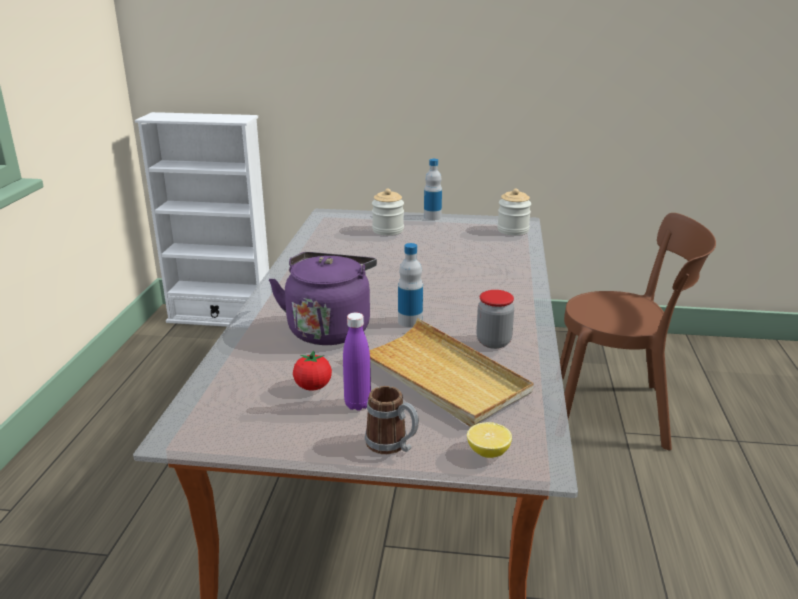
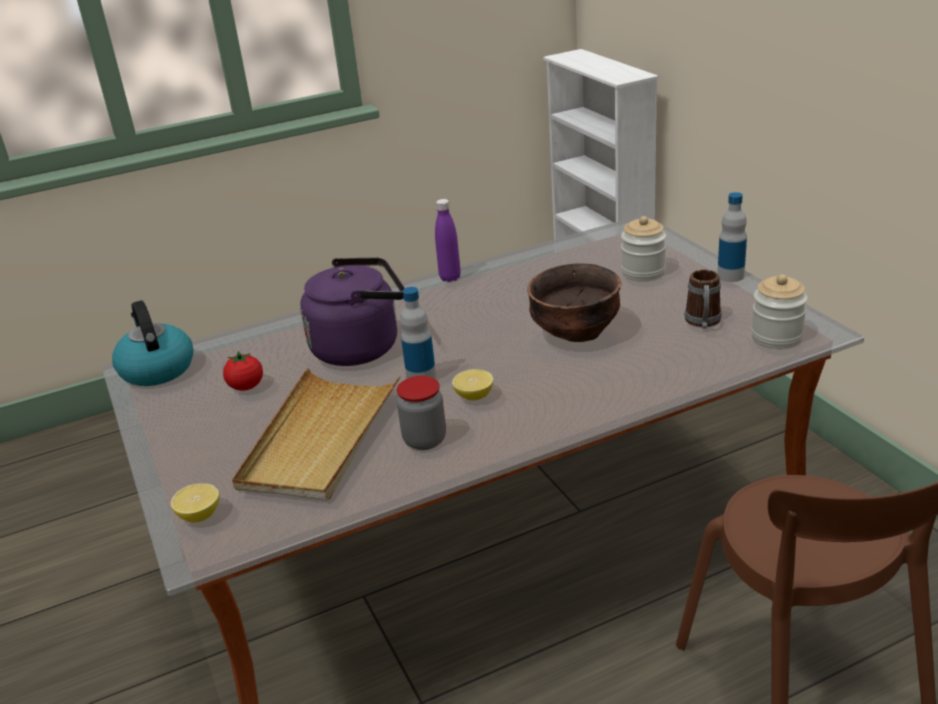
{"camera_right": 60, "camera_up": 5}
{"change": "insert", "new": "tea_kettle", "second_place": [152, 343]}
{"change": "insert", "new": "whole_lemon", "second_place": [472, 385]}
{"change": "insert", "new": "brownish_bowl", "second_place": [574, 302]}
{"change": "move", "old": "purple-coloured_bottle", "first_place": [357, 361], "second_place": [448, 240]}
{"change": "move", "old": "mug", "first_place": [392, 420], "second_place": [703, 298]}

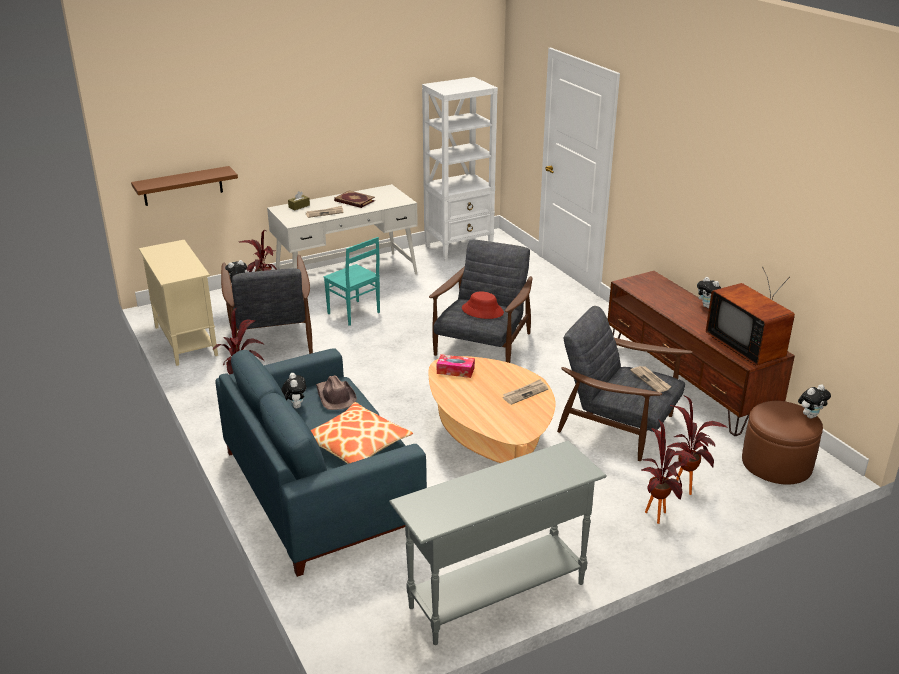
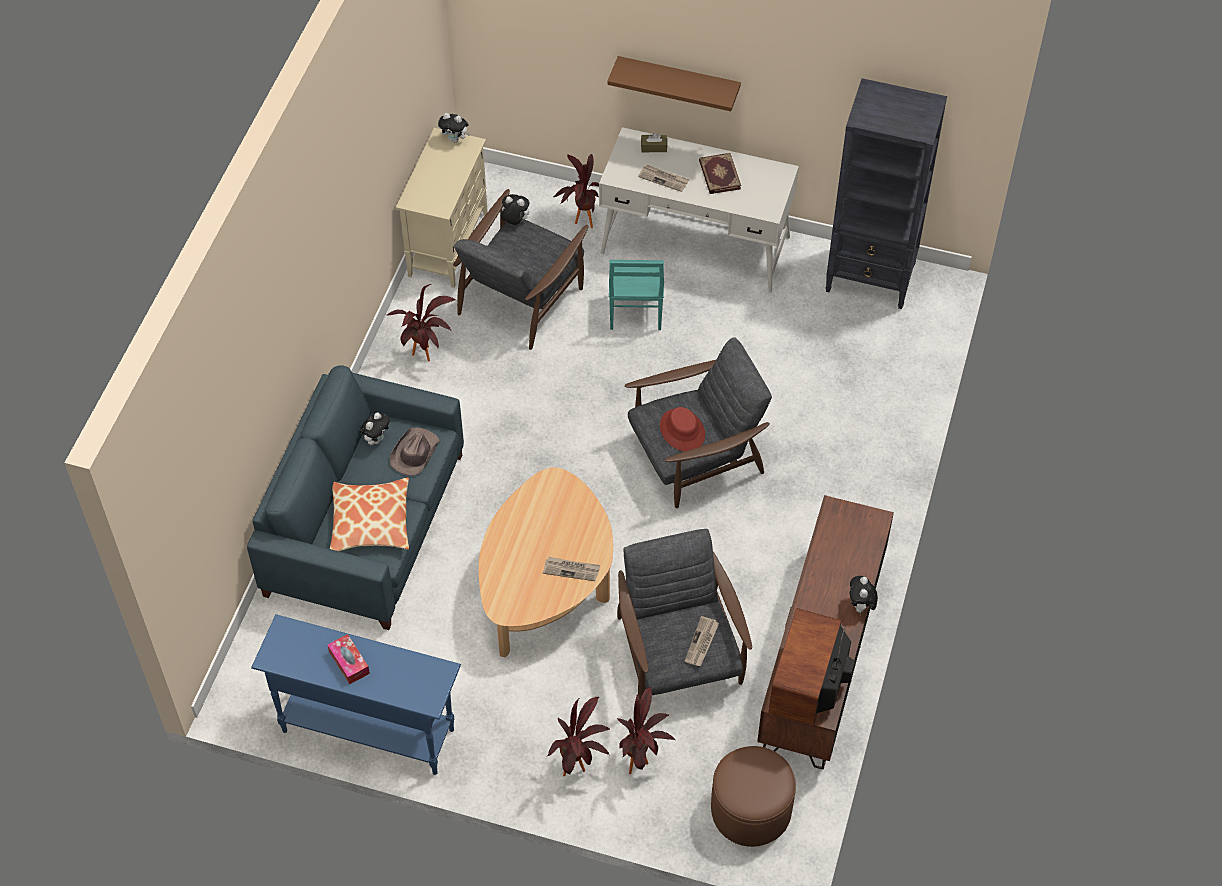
{"camera_right": 45, "camera_up": 25}
{"change": "move", "old": "brownish_shelf", "first_place": [184, 186], "second_place": [674, 83]}
{"change": "move", "old": "tissue_holder", "first_place": [456, 366], "second_place": [349, 659]}
{"change": "move", "old": "cuddly_toy", "first_place": [814, 401], "second_place": [454, 128]}
{"change": "recolor", "old": "grey_narrow_table", "new": "blue_narrow_table", "first_place": [498, 542], "second_place": [356, 694]}
{"change": "recolor", "old": "white-coloured_bookshelf", "new": "blackish_bookshelf", "first_place": [460, 169], "second_place": [886, 193]}

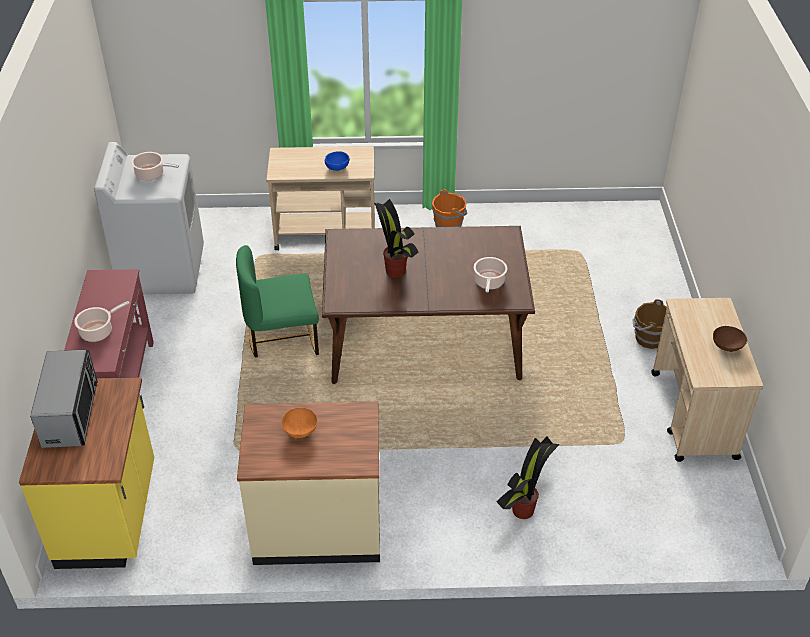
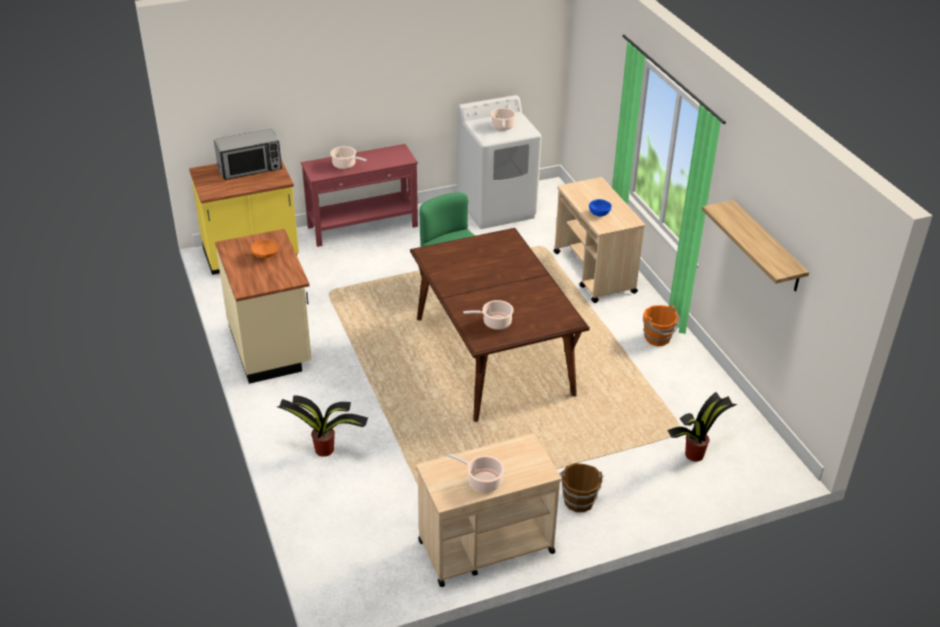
{"camera_right": 70, "camera_up": -5}
{"change": "insert", "new": "shelf", "second_place": [755, 246]}
{"change": "move", "old": "houseplant", "first_place": [396, 238], "second_place": [702, 427]}
{"change": "replace", "old": "brownish_bowl", "new": "cooking_pot", "first_place": [730, 339], "second_place": [476, 473]}

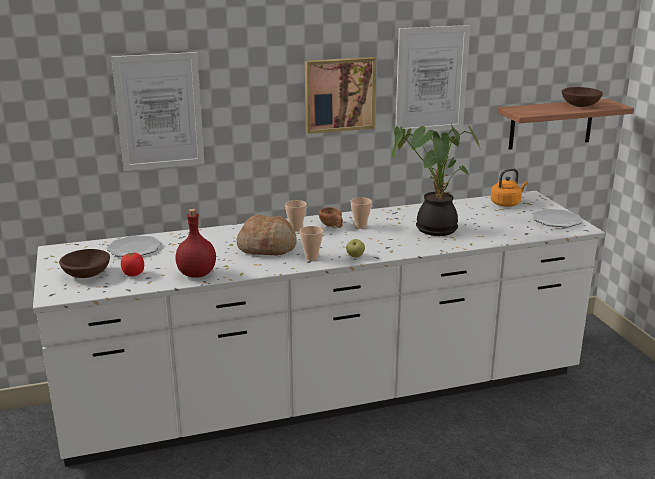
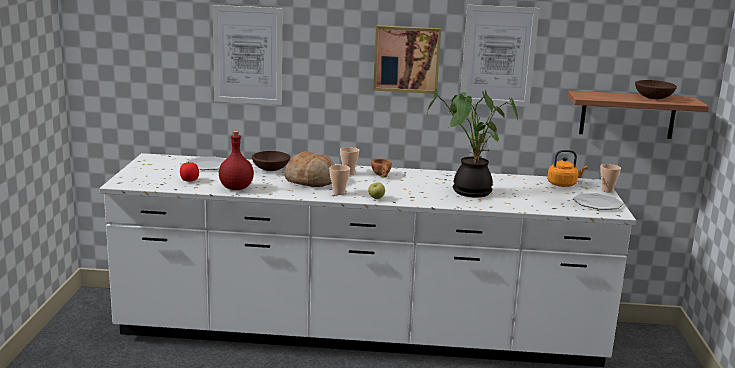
{"camera_right": 20, "camera_up": -5}
{"change": "move", "old": "brownish_bowl", "first_place": [84, 263], "second_place": [271, 161]}
{"change": "move", "old": "drinking_cup", "first_place": [361, 213], "second_place": [610, 178]}

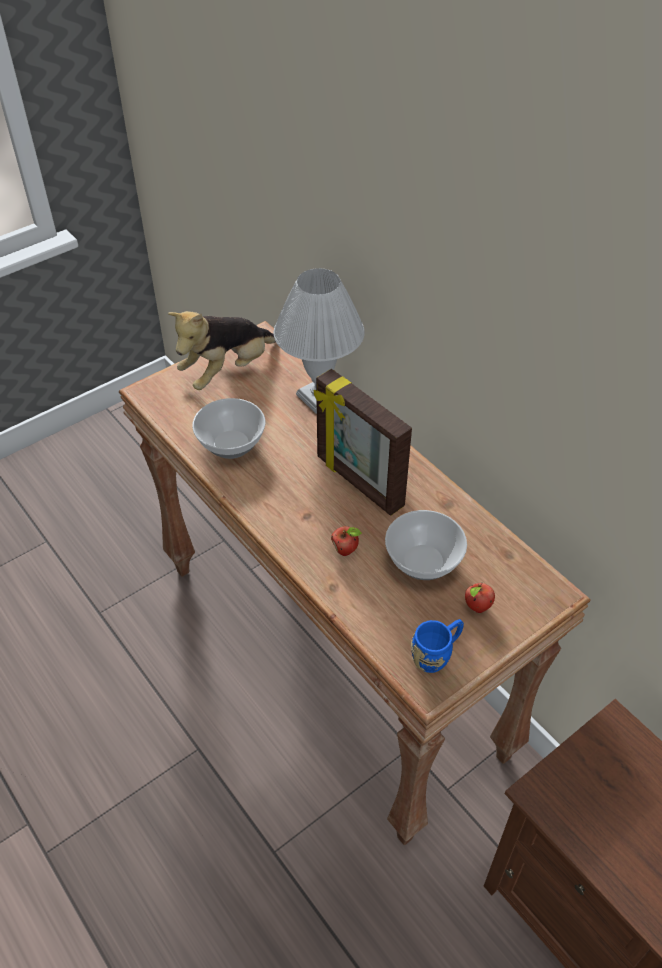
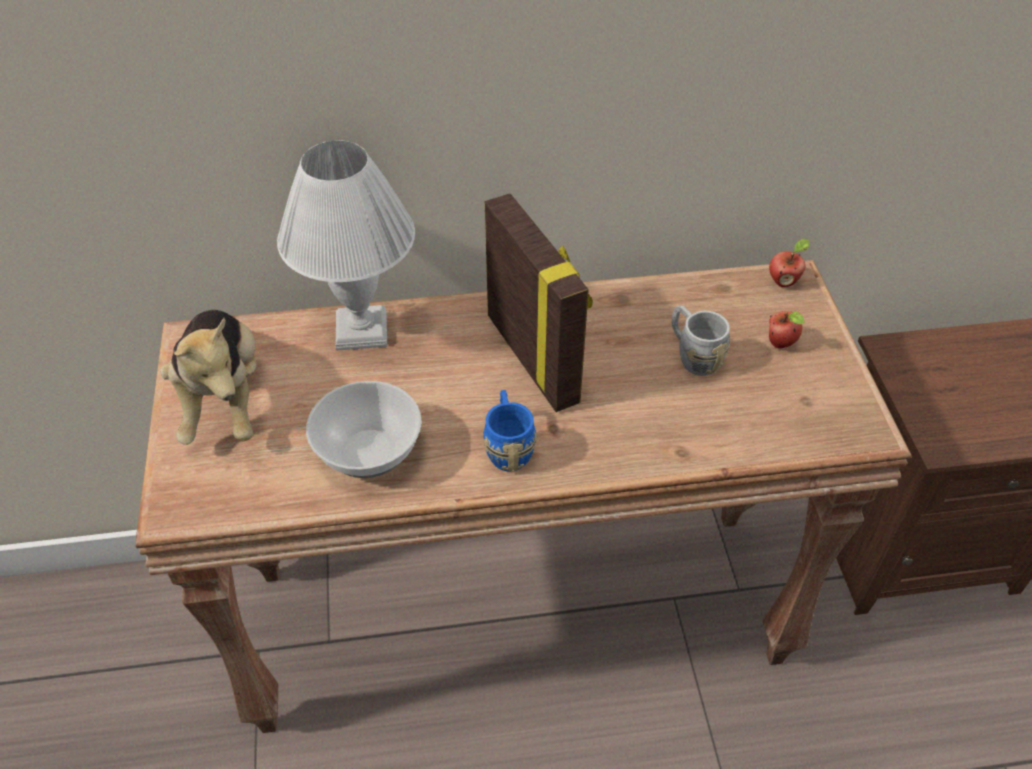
{"camera_right": -60, "camera_up": 0}
{"change": "move", "old": "apple_fruit", "first_place": [346, 541], "second_place": [789, 263]}
{"change": "move", "old": "blue_mug", "first_place": [437, 646], "second_place": [510, 430]}
{"change": "replace", "old": "bowl", "new": "grey_mug", "first_place": [426, 545], "second_place": [701, 340]}
{"change": "rotate", "old": "picture_frame", "first_place": [363, 442], "second_place": [539, 302], "degrees": -105}

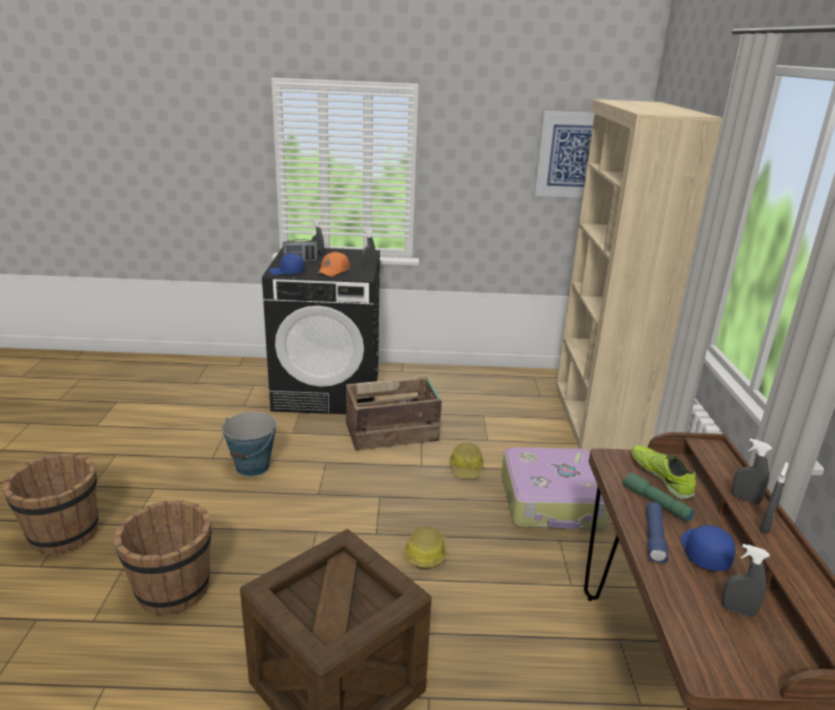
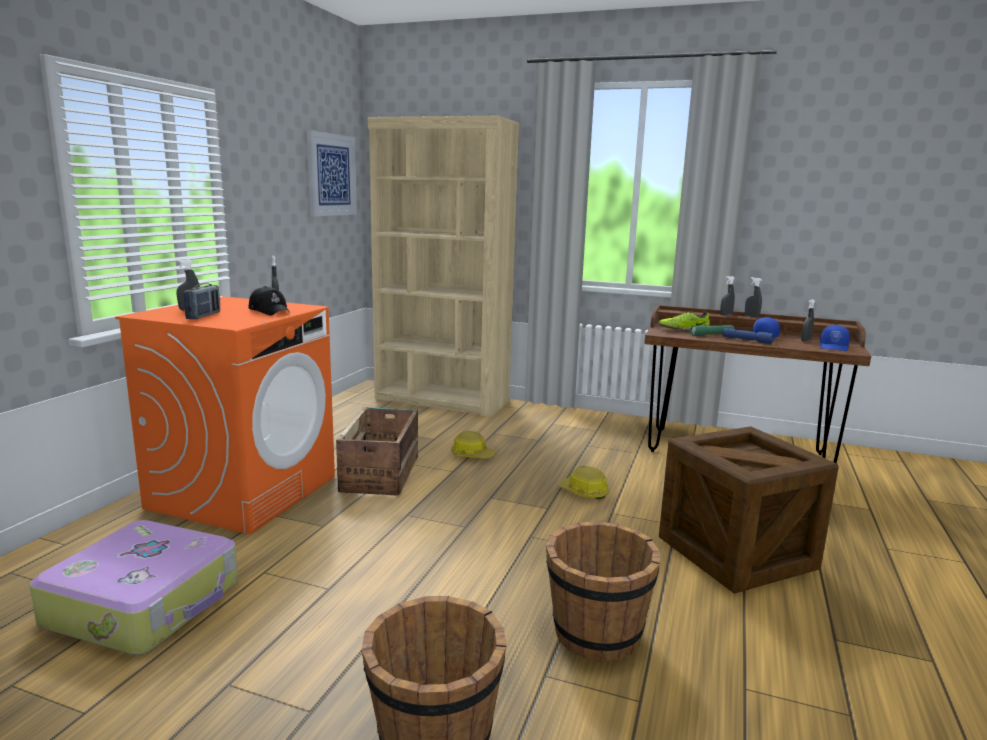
{"camera_right": -70, "camera_up": -10}
{"change": "delete", "old": "water_bucket", "first_place": [249, 444]}
{"change": "move", "old": "blue_cap", "first_place": [286, 264], "second_place": [835, 338]}
{"change": "move", "old": "piece_of_luggage", "first_place": [555, 488], "second_place": [133, 587]}
{"change": "recolor", "old": "blackish_laundry_machine", "new": "orange_laundry_machine", "first_place": [321, 330], "second_place": [225, 415]}
{"change": "recolor", "old": "orange_cap", "new": "blackish_cap", "first_place": [334, 264], "second_place": [269, 301]}

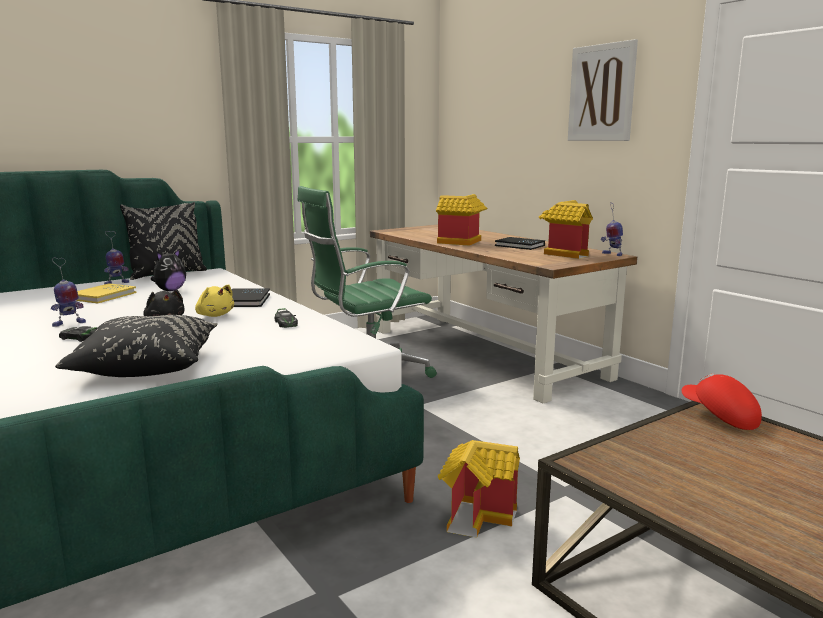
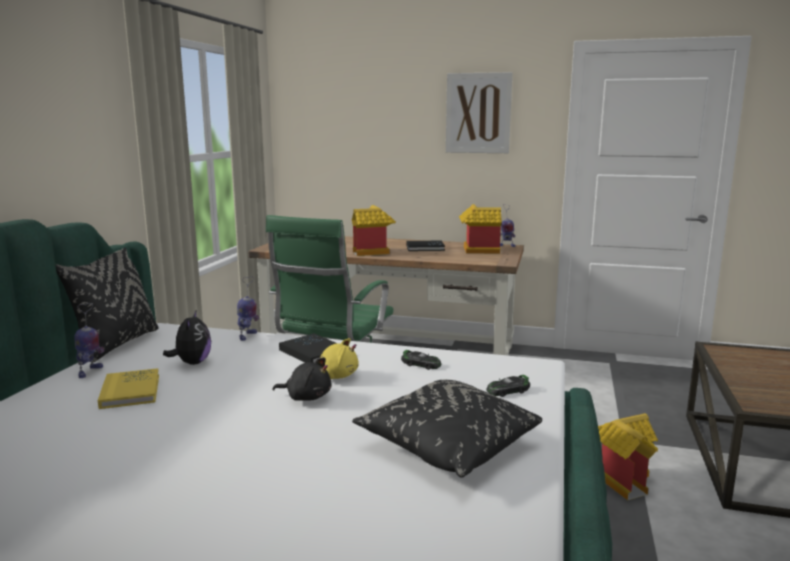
{"camera_right": -40, "camera_up": 0}
{"change": "delete", "old": "reddish_cap", "first_place": [722, 401]}
{"change": "move", "old": "model_robot", "first_place": [68, 292], "second_place": [248, 308]}
{"change": "move", "old": "miniature_car", "first_place": [78, 334], "second_place": [508, 386]}

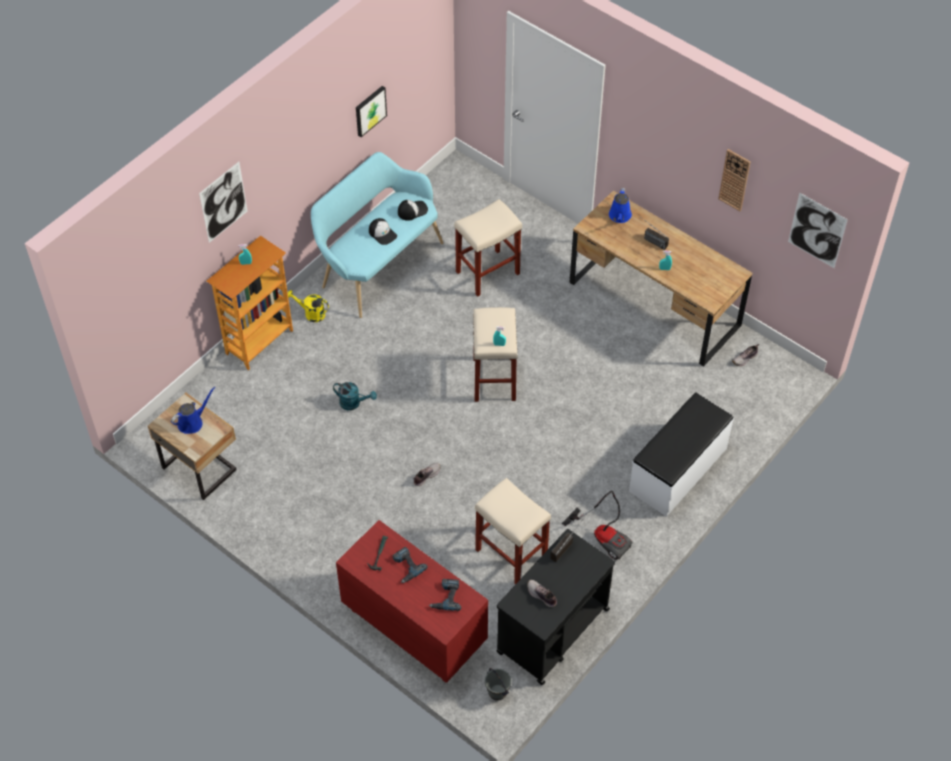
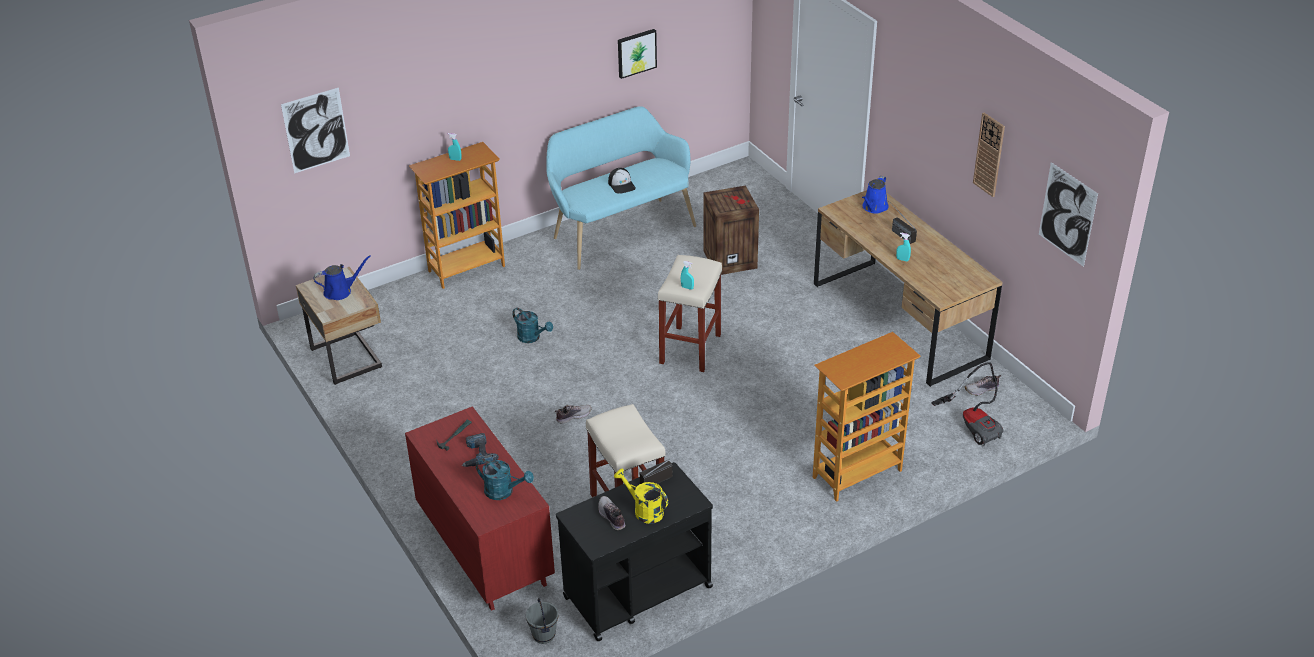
{"camera_right": 20, "camera_up": -15}
{"change": "delete", "old": "cap", "first_place": [413, 210]}
{"change": "move", "old": "wall_art", "first_place": [223, 202], "second_place": [315, 130]}
{"change": "move", "old": "yellow_watering_pot", "first_place": [308, 306], "second_place": [641, 496]}
{"change": "move", "old": "vacuum_cleaner", "first_place": [597, 525], "second_place": [967, 404]}
{"change": "replace", "old": "electric_drill", "new": "turquoise-coloured_watering_pot", "first_place": [445, 595], "second_place": [505, 479]}
{"change": "replace", "old": "beige-coloured_stool_seat", "new": "crate", "first_place": [488, 247], "second_place": [731, 230]}
{"change": "replace", "old": "white-coloured_bench", "new": "bookshelf", "first_place": [681, 454], "second_place": [866, 417]}

